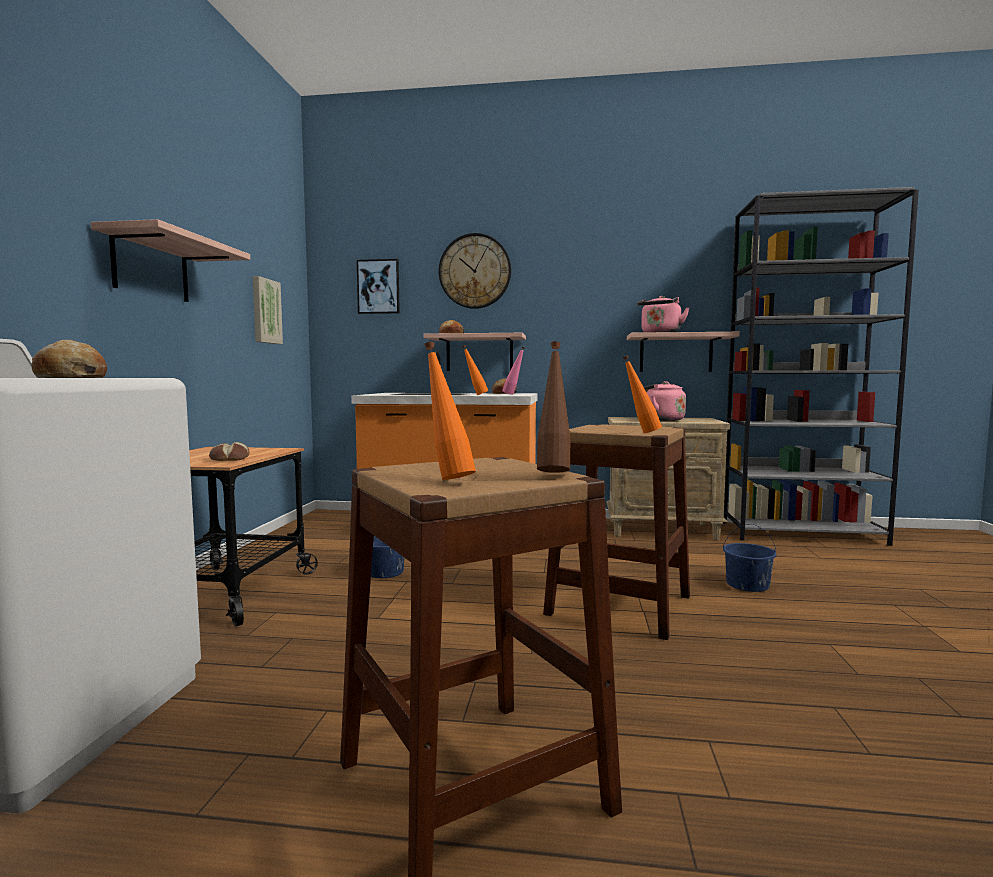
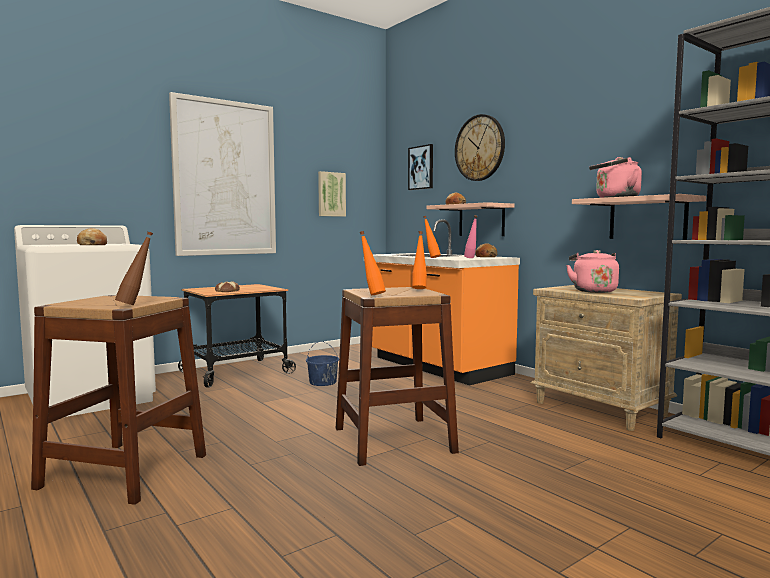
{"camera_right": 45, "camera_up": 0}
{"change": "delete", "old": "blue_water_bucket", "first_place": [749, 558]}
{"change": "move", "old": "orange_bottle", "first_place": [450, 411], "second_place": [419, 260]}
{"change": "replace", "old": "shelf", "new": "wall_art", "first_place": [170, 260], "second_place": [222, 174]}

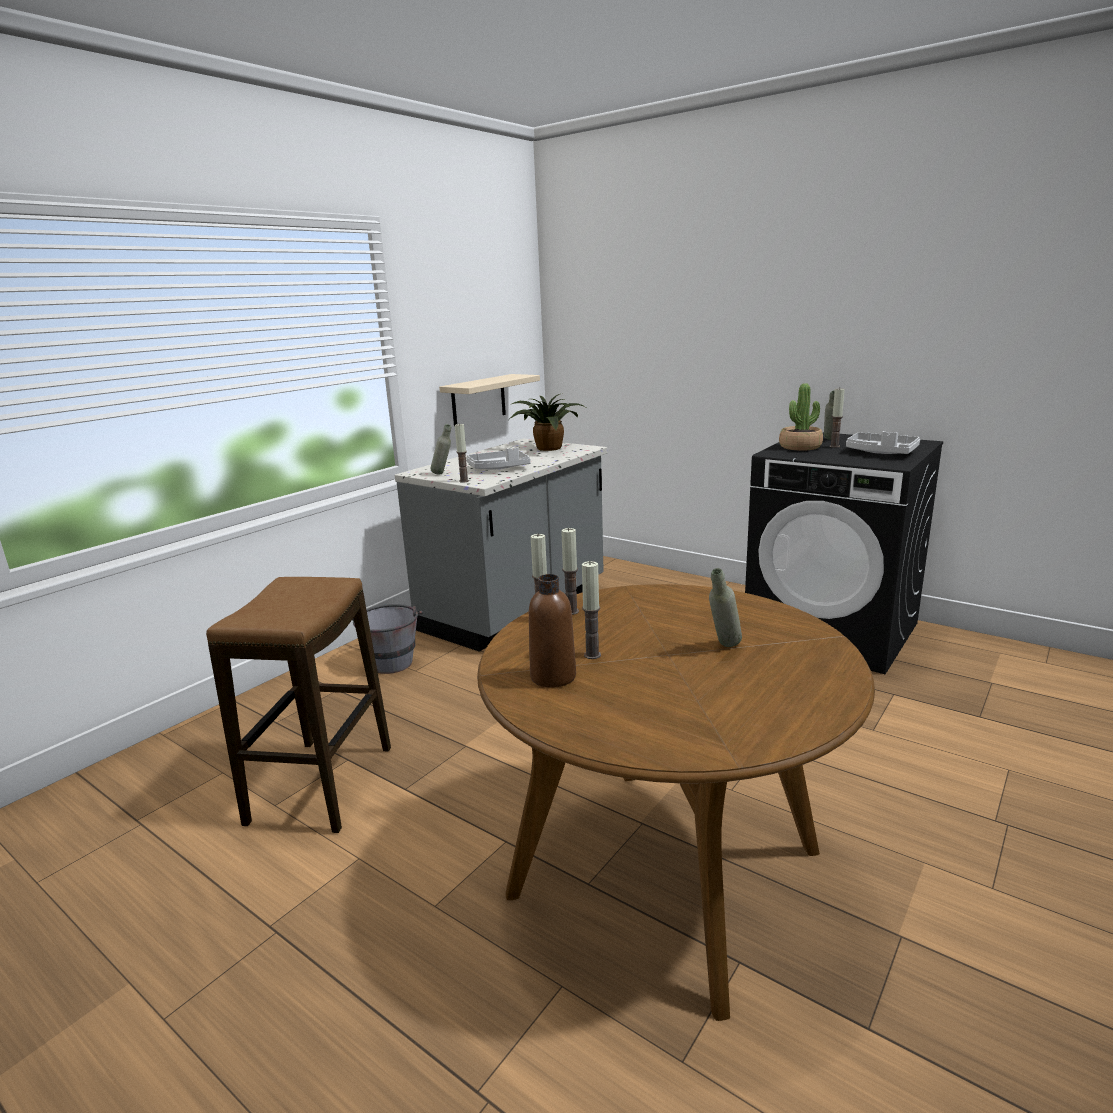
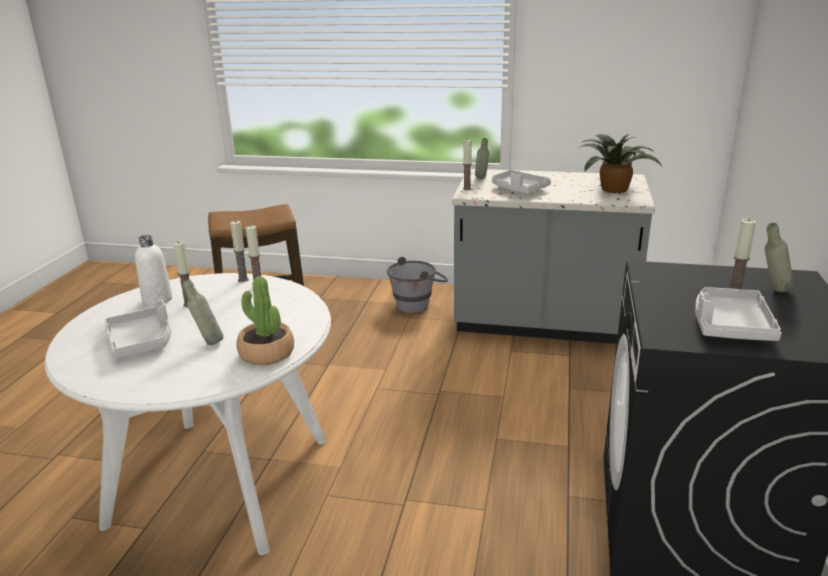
{"camera_right": 65, "camera_up": 5}
{"change": "delete", "old": "beige-coloured_shelf", "first_place": [489, 400]}
{"change": "insert", "new": "grey_serving_tray", "second_place": [137, 329]}
{"change": "move", "old": "houseplant", "first_place": [801, 417], "second_place": [265, 320]}
{"change": "recolor", "old": "brownish_dining_table", "new": "white-coloured_dining_table", "first_place": [676, 802], "second_place": [188, 414]}
{"change": "recolor", "old": "brownish_bottle", "new": "white-coloured_bottle", "first_place": [552, 631], "second_place": [153, 270]}

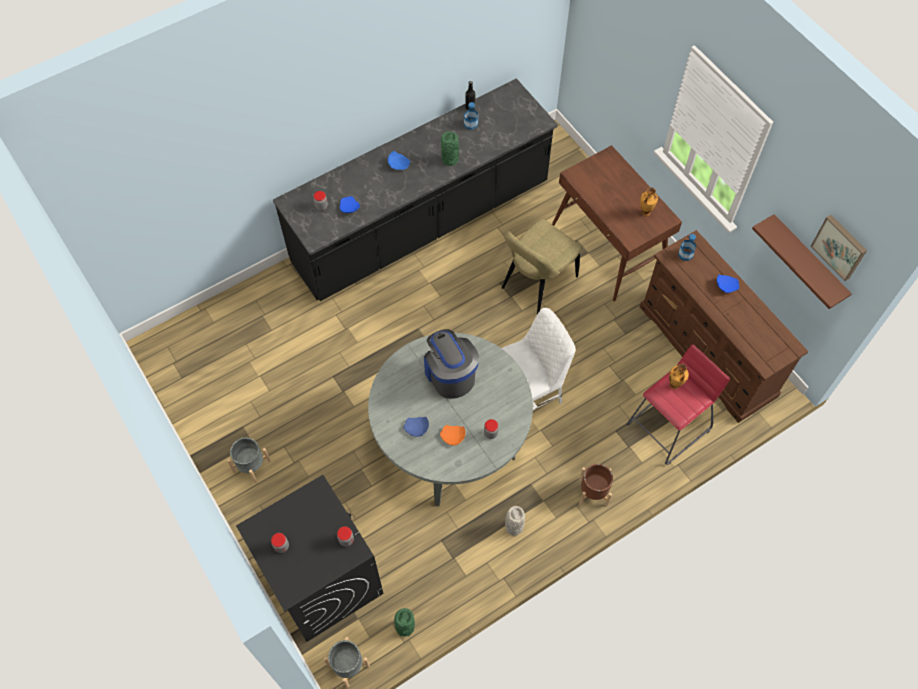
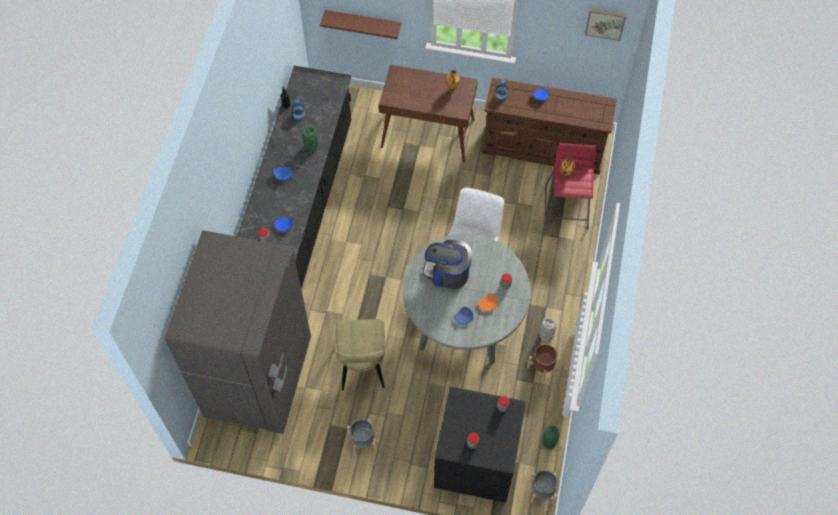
{"camera_right": -45, "camera_up": 0}
{"change": "insert", "new": "grey_refrigerator", "second_place": [238, 332]}
{"change": "move", "old": "beige-coloured_chair", "first_place": [542, 266], "second_place": [360, 354]}
{"change": "move", "old": "brownish_plant_pot", "first_place": [596, 485], "second_place": [544, 363]}
{"change": "move", "old": "brownish_shelf", "first_place": [802, 261], "second_place": [360, 24]}

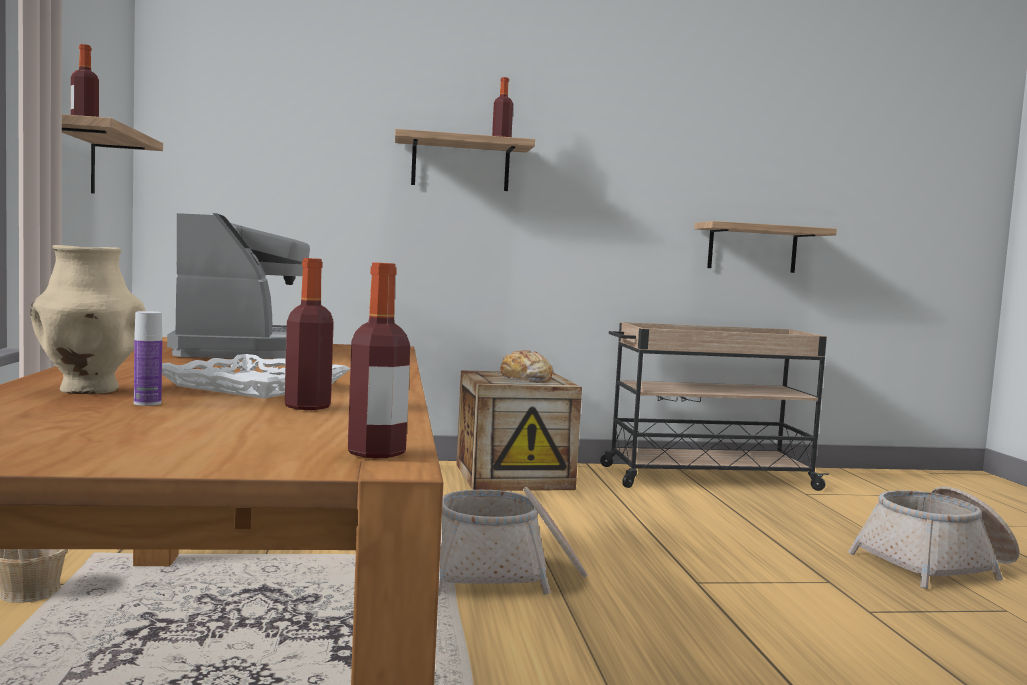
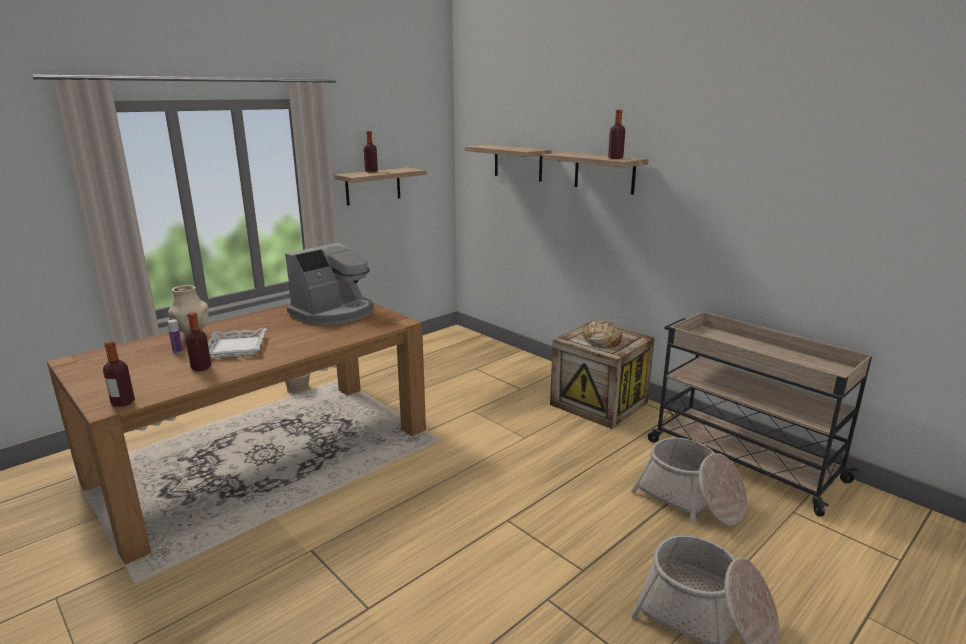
{"camera_right": 55, "camera_up": 15}
{"change": "move", "old": "storage_basket", "first_place": [512, 541], "second_place": [689, 481]}
{"change": "move", "old": "shelf", "first_place": [765, 247], "second_place": [508, 163]}

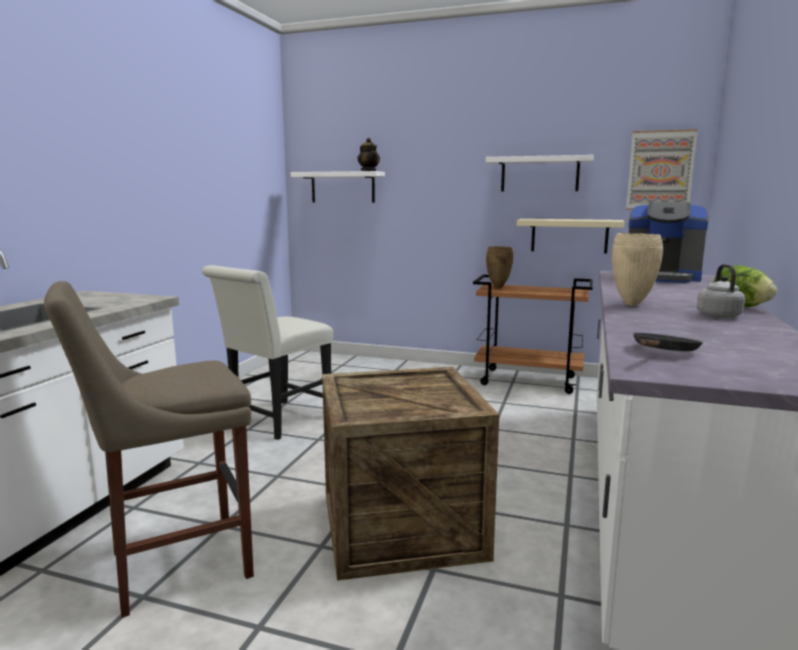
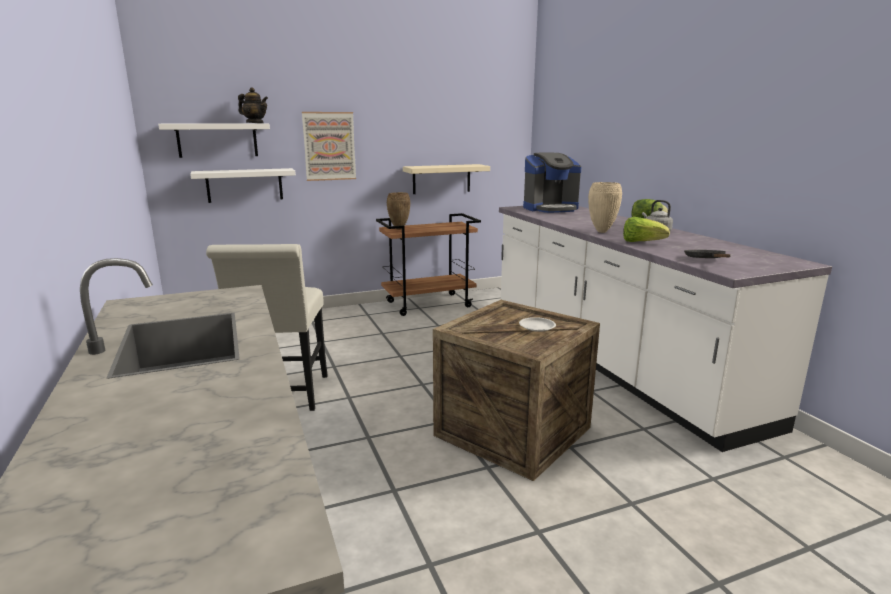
{"camera_right": -40, "camera_up": 5}
{"change": "delete", "old": "beige-coloured_stool_seat", "first_place": [149, 449]}
{"change": "insert", "new": "white-coloured_plate", "second_place": [537, 324]}
{"change": "insert", "new": "head_of_lettuce", "second_place": [646, 229]}
{"change": "move", "old": "white-coloured_shelf", "first_place": [540, 173], "second_place": [243, 185]}
{"change": "move", "old": "wall_art", "first_place": [662, 169], "second_place": [329, 146]}

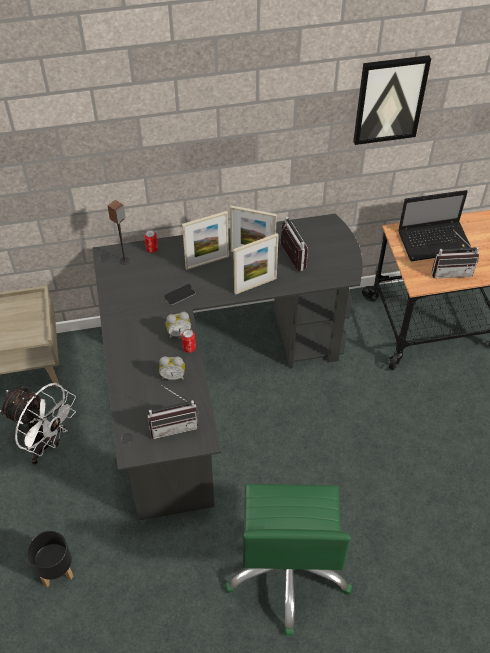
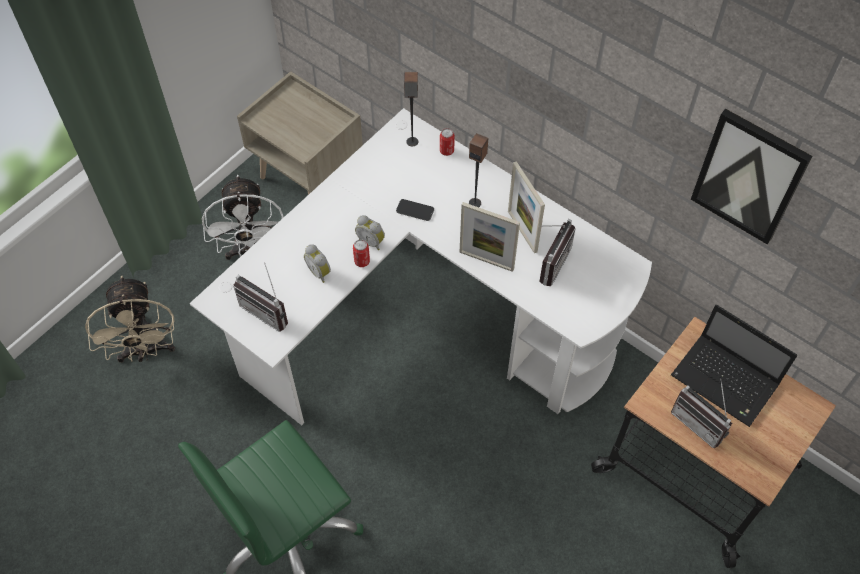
{"camera_right": 50, "camera_up": 5}
{"change": "replace", "old": "blackish_plant_pot", "new": "beige-coloured_electric_fan", "first_place": [50, 559], "second_place": [130, 319]}
{"change": "replace", "old": "picture_frame", "new": "audio_speaker", "first_place": [205, 240], "second_place": [478, 170]}
{"change": "recolor", "old": "blackish_desk", "new": "white-coloured_desk", "first_place": [227, 367], "second_place": [421, 266]}

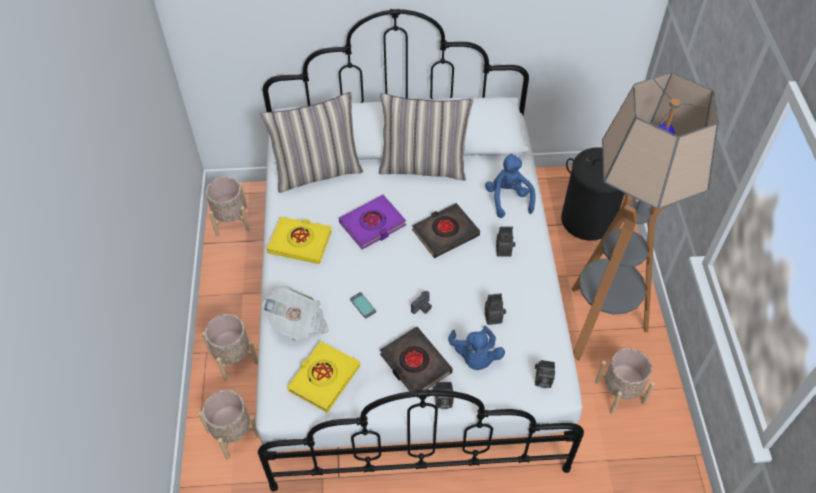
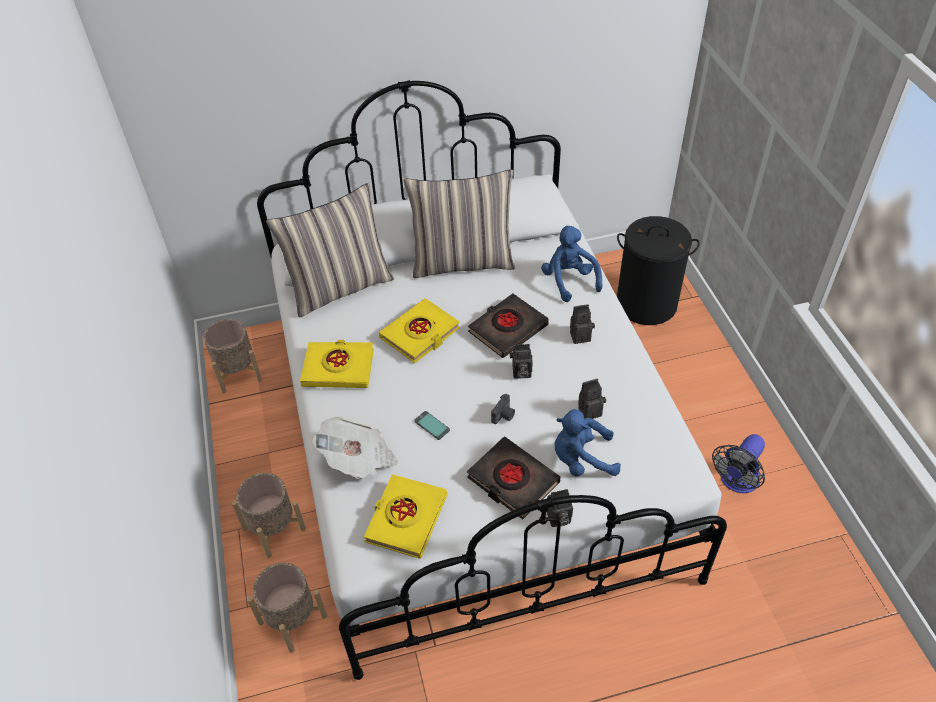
{"camera_right": -10, "camera_up": -5}
{"change": "delete", "old": "floor_lamp", "first_place": [645, 216]}
{"change": "move", "old": "still_camera", "first_place": [545, 374], "second_place": [521, 361]}
{"change": "replace", "old": "beige-coloured_plant_pot", "new": "electric_fan", "first_place": [625, 381], "second_place": [738, 463]}
{"change": "recolor", "old": "purple-coloured_bound_book", "new": "yellow_bound_book", "first_place": [372, 222], "second_place": [419, 330]}
{"change": "rotate", "old": "blue_cuddly_toy", "first_place": [476, 348], "second_place": [587, 442], "degrees": 105}

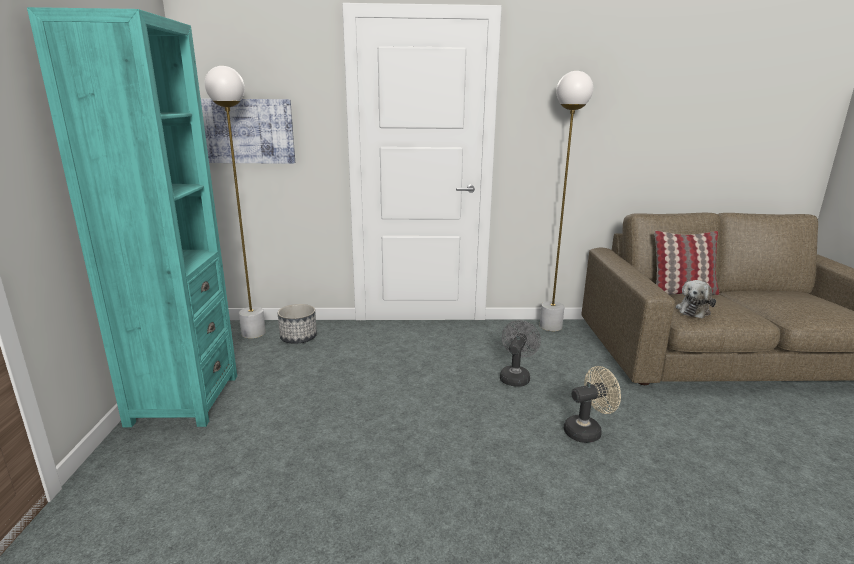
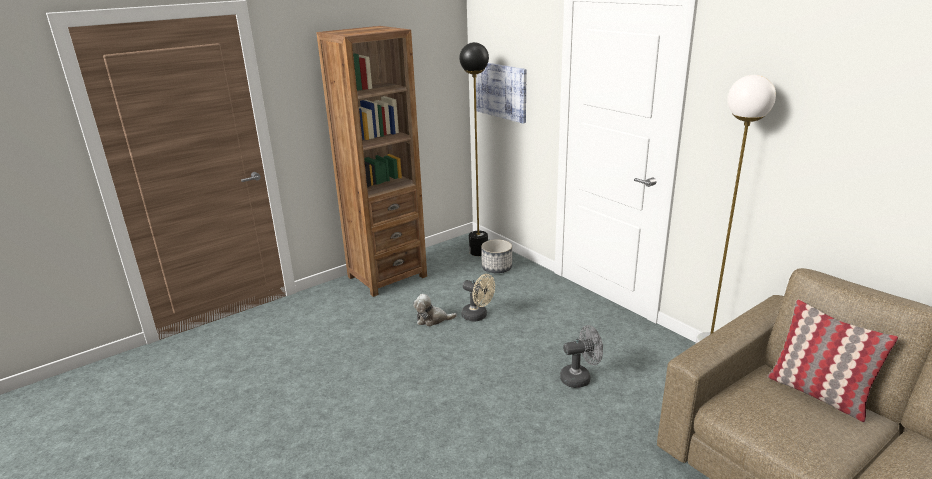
{"camera_right": 55, "camera_up": 5}
{"change": "move", "old": "beige-coloured_electric_fan", "first_place": [592, 404], "second_place": [478, 298]}
{"change": "move", "old": "cuddly_toy", "first_place": [696, 299], "second_place": [435, 310]}
{"change": "recolor", "old": "turquoise-coloured_bookshelf", "new": "brownish_bookshelf", "first_place": [132, 217], "second_place": [371, 161]}
{"change": "recolor", "old": "white-coloured_floor_lamp", "new": "blackish_floor_lamp", "first_place": [235, 202], "second_place": [474, 149]}

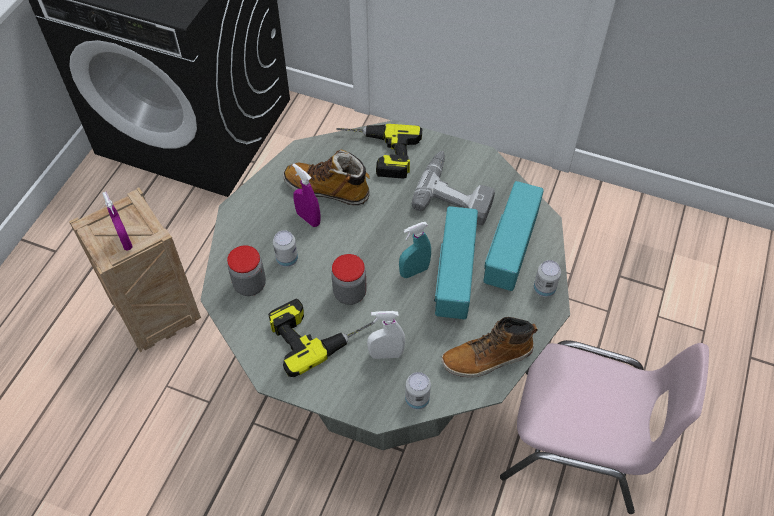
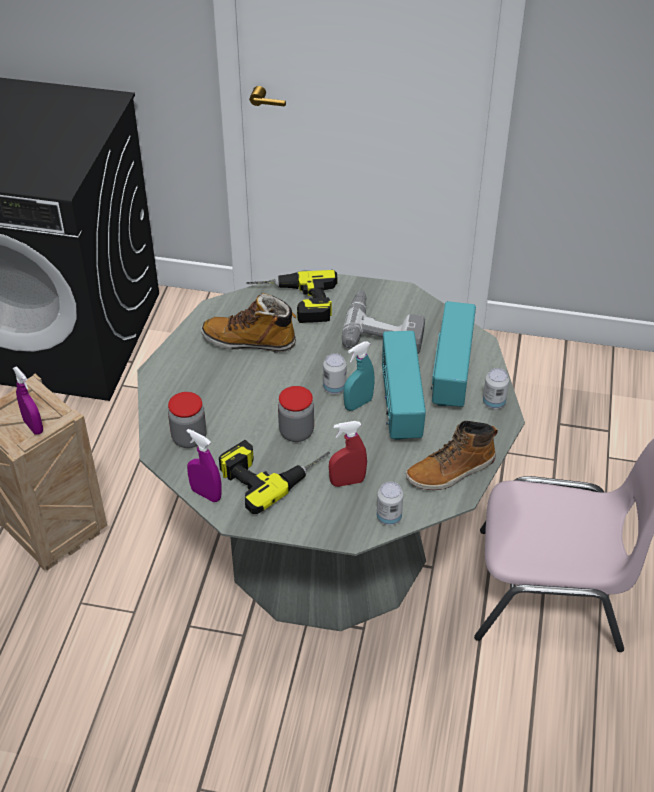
{"camera_right": -10, "camera_up": -10}
{"change": "move", "old": "metal_can", "first_place": [285, 248], "second_place": [335, 373]}
{"change": "move", "old": "purple-coloured_sprayer", "first_place": [306, 195], "second_place": [204, 465]}
{"change": "recolor", "old": "white-coloured_sprayer", "new": "reddish_sprayer", "first_place": [386, 335], "second_place": [348, 454]}

